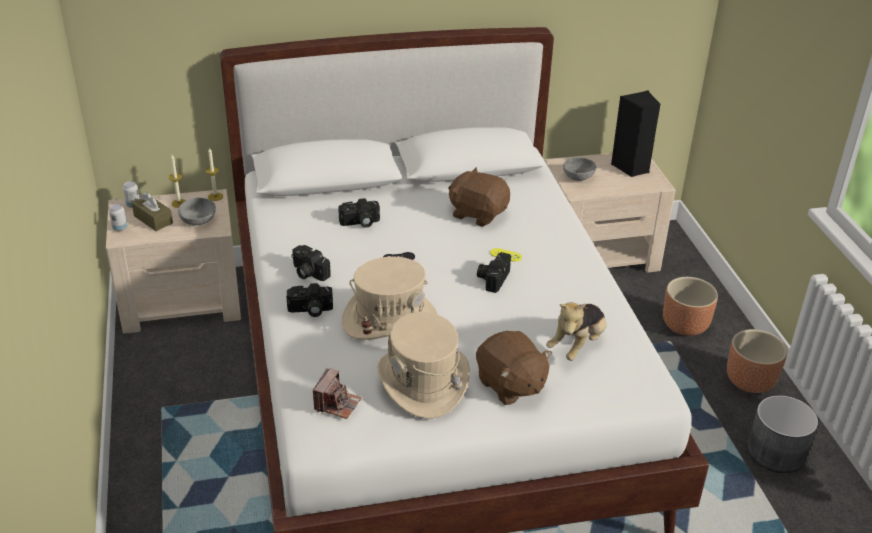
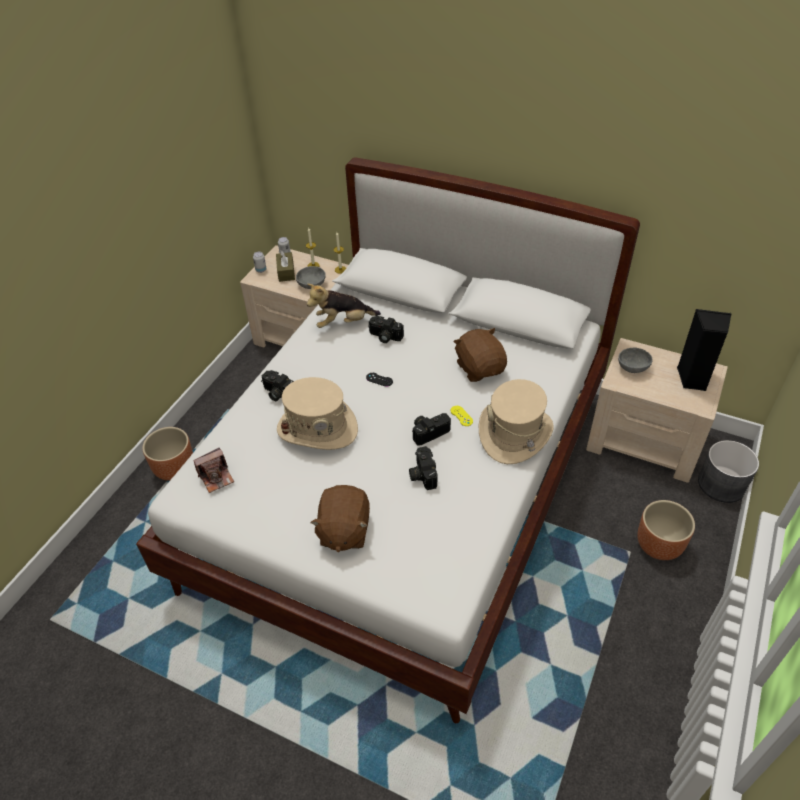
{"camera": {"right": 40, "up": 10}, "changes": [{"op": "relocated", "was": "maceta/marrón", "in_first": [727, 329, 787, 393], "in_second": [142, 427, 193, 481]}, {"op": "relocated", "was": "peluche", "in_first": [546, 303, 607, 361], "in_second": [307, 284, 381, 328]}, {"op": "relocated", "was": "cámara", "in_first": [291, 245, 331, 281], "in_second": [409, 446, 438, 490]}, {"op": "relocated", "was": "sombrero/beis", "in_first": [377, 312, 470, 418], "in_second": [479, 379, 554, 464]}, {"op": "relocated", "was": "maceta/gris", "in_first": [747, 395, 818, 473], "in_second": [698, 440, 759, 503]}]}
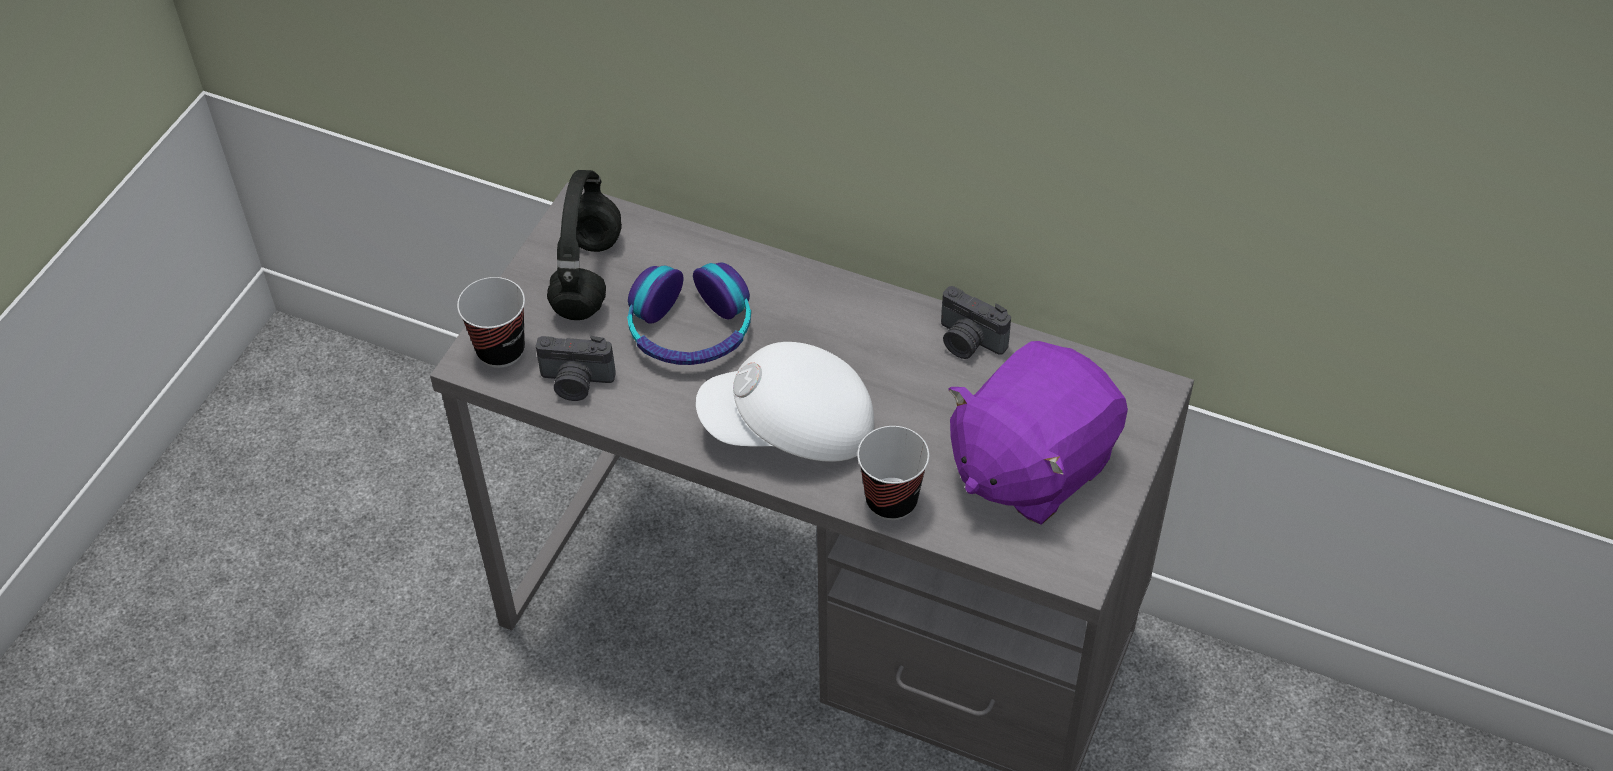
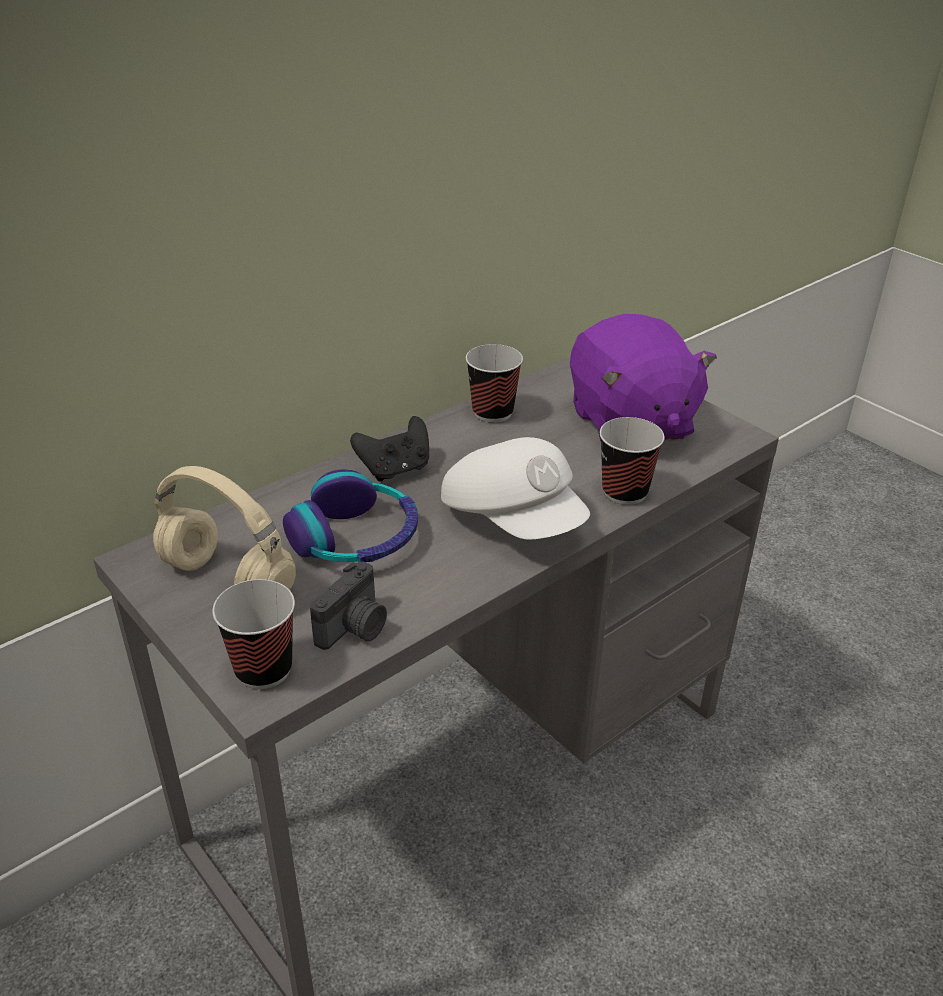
{"camera": {"right": -65, "up": -15}, "changes": [{"op": "colour", "was": "auriculares/negro", "now": "auriculares/beis", "in_first": [547, 170, 622, 320], "in_second": [153, 466, 296, 590]}, {"op": "appeared", "now": "mando de consola/negro", "in_second": [350, 416, 429, 482]}, {"op": "spun", "was": "gorra/blanco", "in_first": [696, 342, 874, 462], "in_second": [441, 437, 590, 540], "clockwise": -60}, {"op": "exchanged", "was": "cámara", "now": "taza", "in_first": [941, 286, 1011, 359], "in_second": [466, 344, 523, 423]}]}
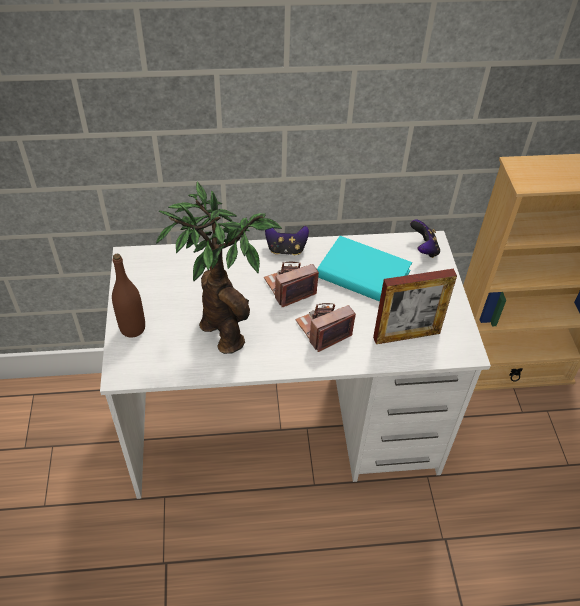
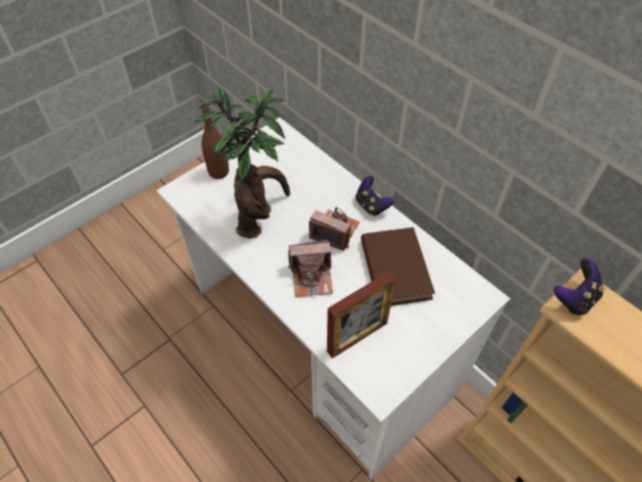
{"camera": {"right": 55, "up": 5}, "changes": [{"op": "spun", "was": "cámara", "in_first": [295, 303, 356, 352], "in_second": [288, 240, 333, 297], "clockwise": 150}, {"op": "spun", "was": "portarretratos", "in_first": [373, 269, 457, 344], "in_second": [327, 271, 396, 359], "clockwise": -75}, {"op": "colour", "was": "libro/turquesa", "now": "libro/marrón", "in_first": [317, 236, 412, 302], "in_second": [361, 227, 435, 306]}, {"op": "relocated", "was": "mando de consola", "in_first": [410, 220, 440, 258], "in_second": [554, 258, 605, 316]}]}
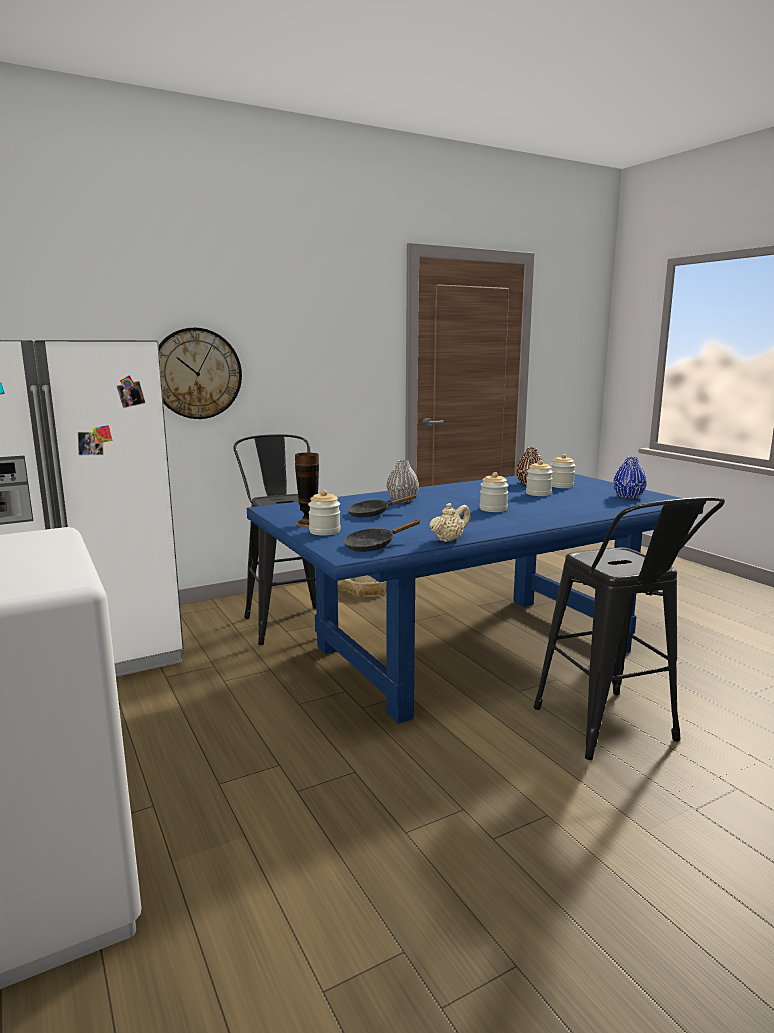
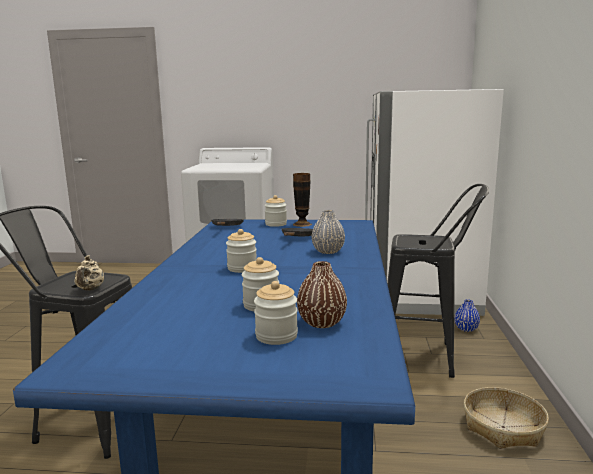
{"camera": {"right": 125, "up": 0}, "changes": [{"op": "relocated", "was": "tetera/beis", "in_first": [429, 503, 471, 542], "in_second": [74, 255, 104, 291]}, {"op": "relocated", "was": "florero/azul", "in_first": [613, 457, 647, 498], "in_second": [455, 299, 480, 332]}, {"op": "missing", "was": "reloj de pared", "in_first": [159, 328, 242, 419]}]}
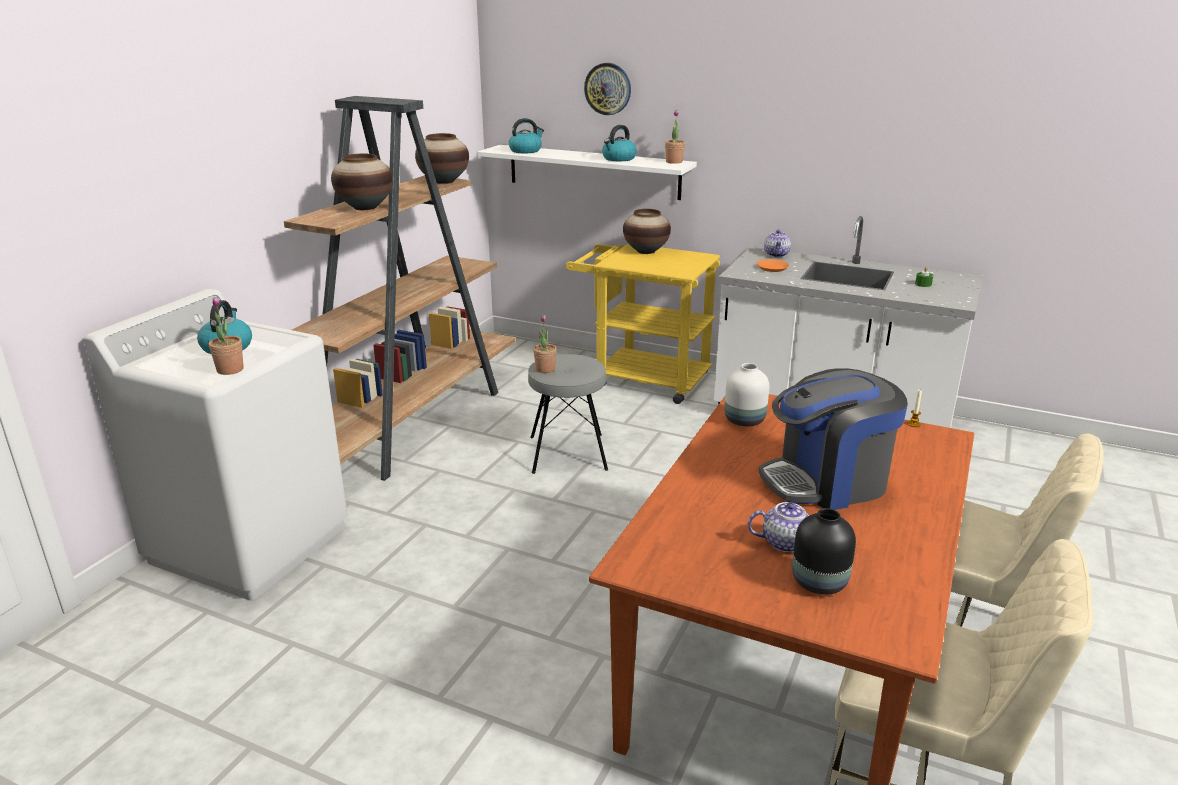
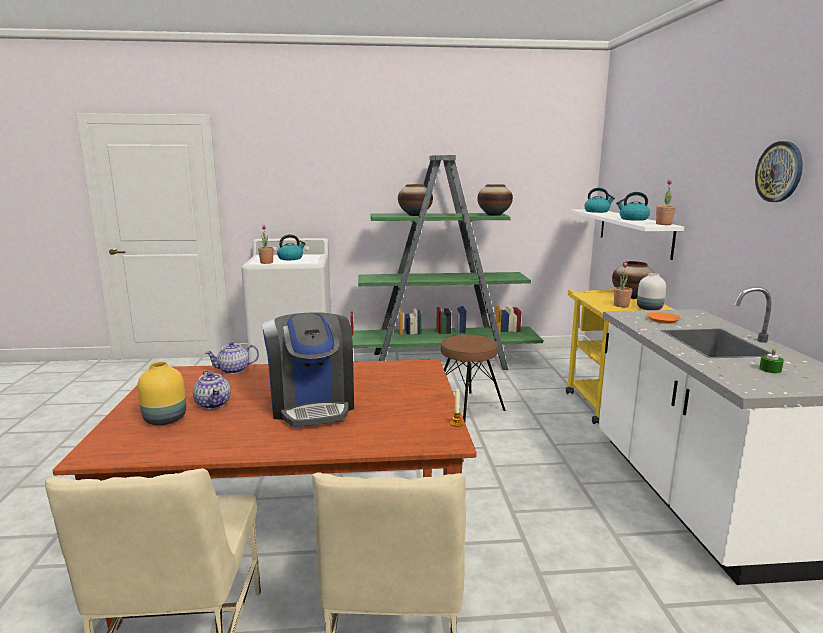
{"camera": {"right": 60, "up": -10}, "changes": [{"op": "colour", "was": "florero/negro", "now": "florero/amarillo", "in_first": [792, 508, 856, 595], "in_second": [137, 361, 186, 425]}, {"op": "relocated", "was": "tetera", "in_first": [764, 230, 791, 257], "in_second": [205, 342, 259, 374]}, {"op": "spun", "was": "cafetera", "in_first": [759, 368, 908, 510], "in_second": [262, 312, 354, 427], "clockwise": -150}, {"op": "colour", "was": "estantería/marrón", "now": "estantería/verde", "in_first": [284, 96, 516, 481], "in_second": [350, 155, 543, 370]}, {"op": "colour", "was": "taburete/gris", "now": "taburete/marrón", "in_first": [528, 354, 608, 474], "in_second": [441, 334, 506, 422]}, {"op": "relocated", "was": "planta en maceta", "in_first": [533, 315, 557, 373], "in_second": [614, 262, 632, 307]}, {"op": "relocated", "was": "florero/blanco", "in_first": [724, 363, 769, 427], "in_second": [637, 273, 666, 310]}, {"op": "relocated", "was": "reloj de pared", "in_first": [584, 63, 631, 115], "in_second": [755, 141, 803, 202]}]}
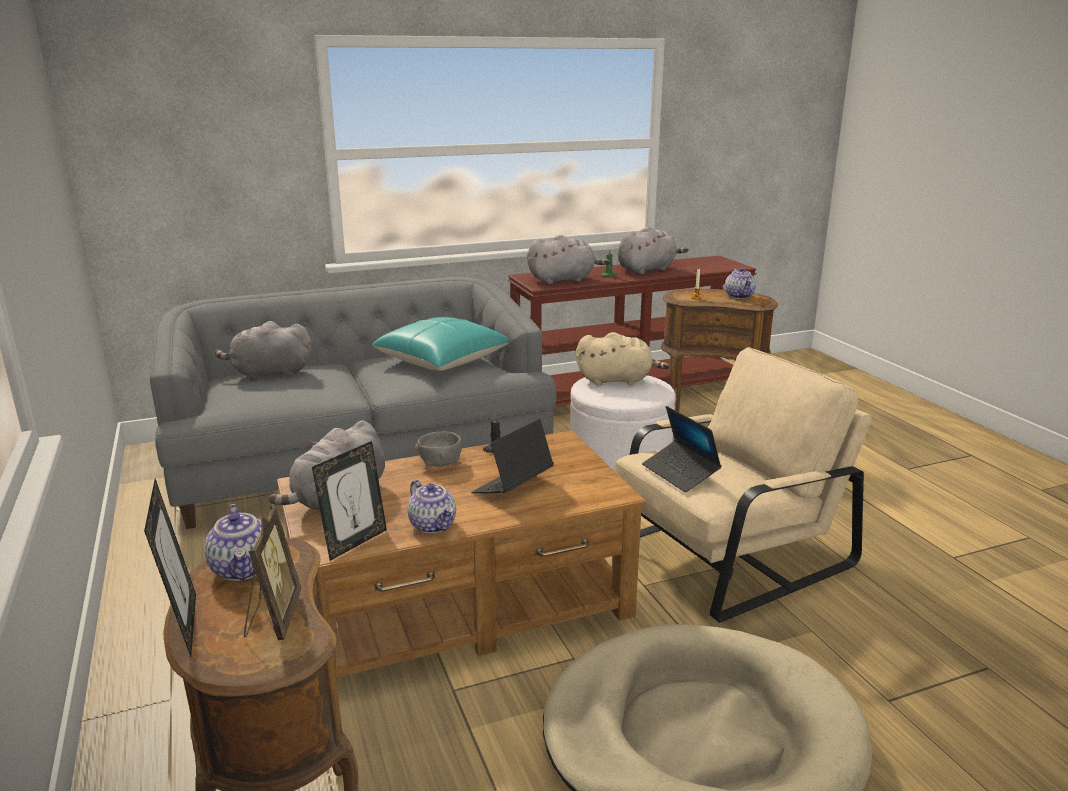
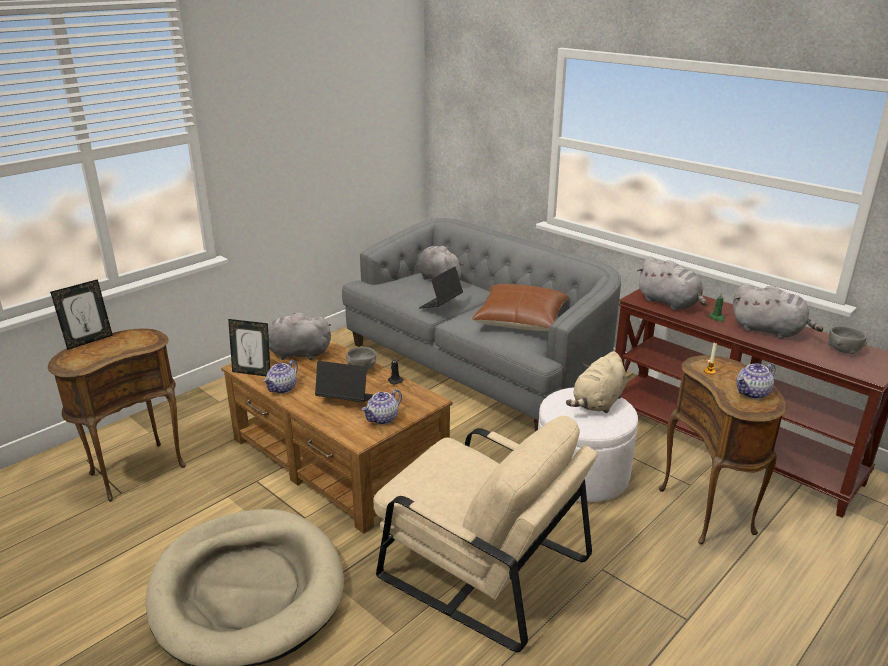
{"camera": {"right": 65, "up": 5}, "changes": [{"op": "relocated", "was": "tetera", "in_first": [204, 504, 262, 581], "in_second": [361, 389, 402, 425]}, {"op": "relocated", "was": "portátil", "in_first": [642, 406, 722, 492], "in_second": [419, 266, 463, 308]}, {"op": "colour", "was": "cojín/turquesa", "now": "cojín/marrón", "in_first": [372, 317, 509, 371], "in_second": [472, 284, 569, 331]}, {"op": "spun", "was": "peluche/beis", "in_first": [576, 332, 670, 385], "in_second": [566, 351, 627, 413], "clockwise": 60}, {"op": "appeared", "now": "cuenco/gris", "in_second": [828, 326, 867, 354]}, {"op": "missing", "was": "portarretratos", "in_first": [244, 506, 301, 640]}]}
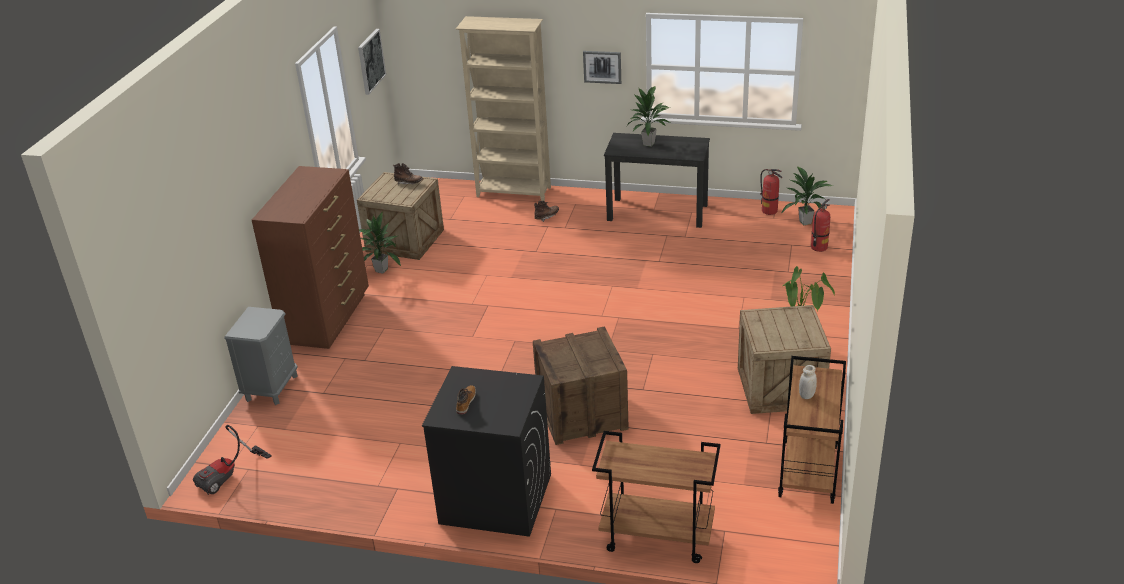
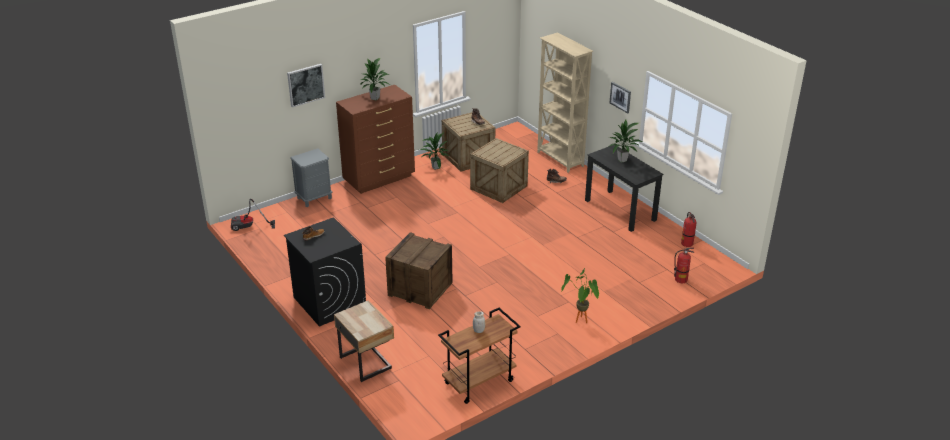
{"camera": {"right": 40, "up": 0}, "changes": [{"op": "relocated", "was": "cuadro", "in_first": [358, 29, 386, 95], "in_second": [287, 64, 325, 107]}, {"op": "exchanged", "was": "carrito/marrón", "now": "mesita de noche/beis", "in_first": [592, 431, 721, 563], "in_second": [334, 300, 394, 382]}, {"op": "relocated", "was": "planta en maceta", "in_first": [781, 166, 833, 225], "in_second": [360, 58, 389, 100]}, {"op": "relocated", "was": "caja de embalaje", "in_first": [738, 305, 831, 414], "in_second": [470, 138, 529, 203]}]}
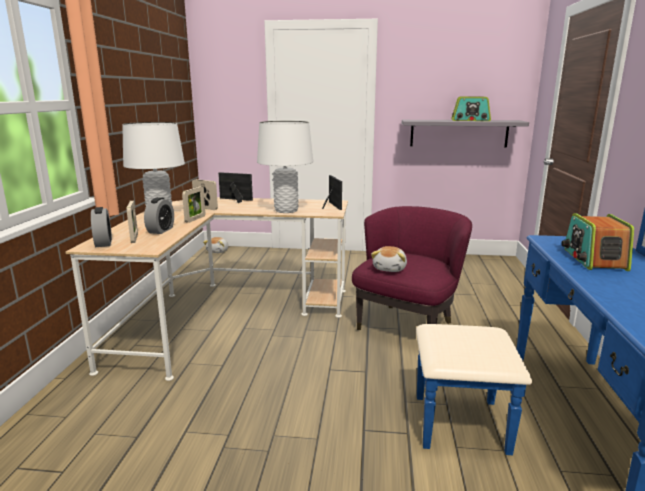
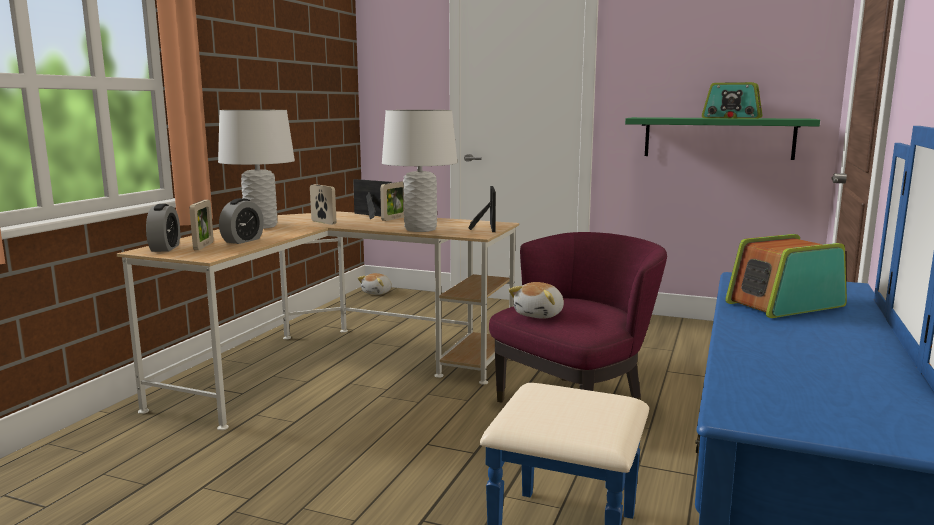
{"camera": {"right": 15, "up": -5}, "changes": [{"op": "relocated", "was": "portarretratos", "in_first": [182, 186, 205, 223], "in_second": [380, 182, 404, 221]}, {"op": "colour", "was": "estante/gris", "now": "estante/verde", "in_first": [402, 120, 529, 148], "in_second": [625, 117, 820, 160]}, {"op": "spun", "was": "radio", "in_first": [561, 213, 634, 271], "in_second": [725, 234, 847, 318], "clockwise": 45}]}
